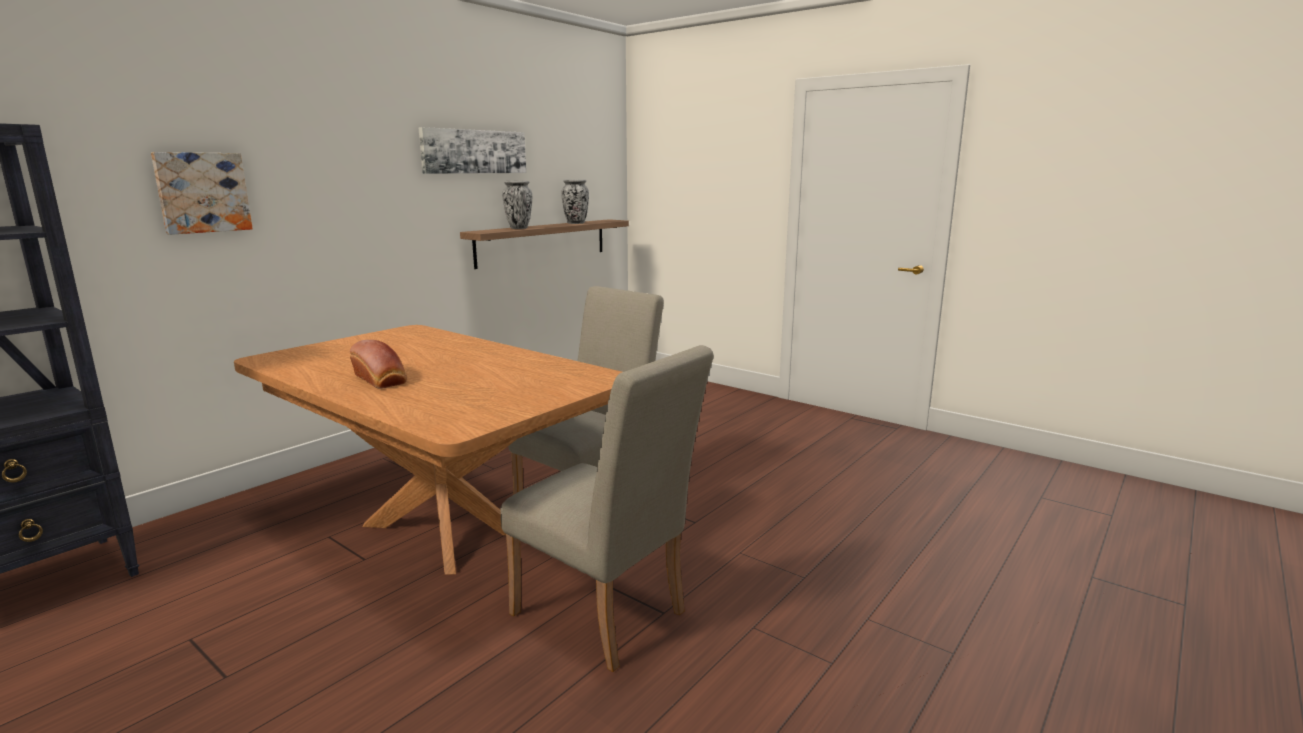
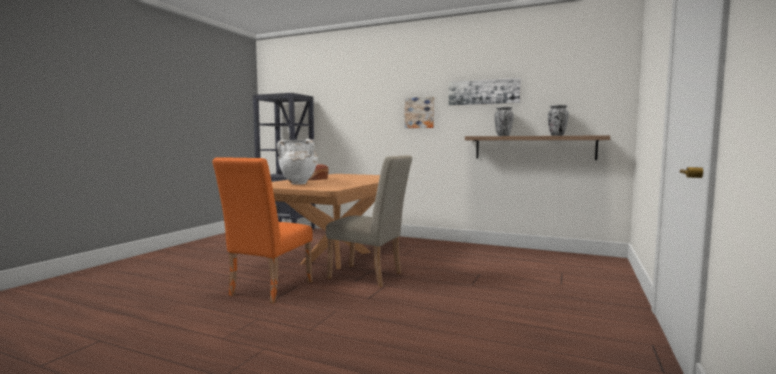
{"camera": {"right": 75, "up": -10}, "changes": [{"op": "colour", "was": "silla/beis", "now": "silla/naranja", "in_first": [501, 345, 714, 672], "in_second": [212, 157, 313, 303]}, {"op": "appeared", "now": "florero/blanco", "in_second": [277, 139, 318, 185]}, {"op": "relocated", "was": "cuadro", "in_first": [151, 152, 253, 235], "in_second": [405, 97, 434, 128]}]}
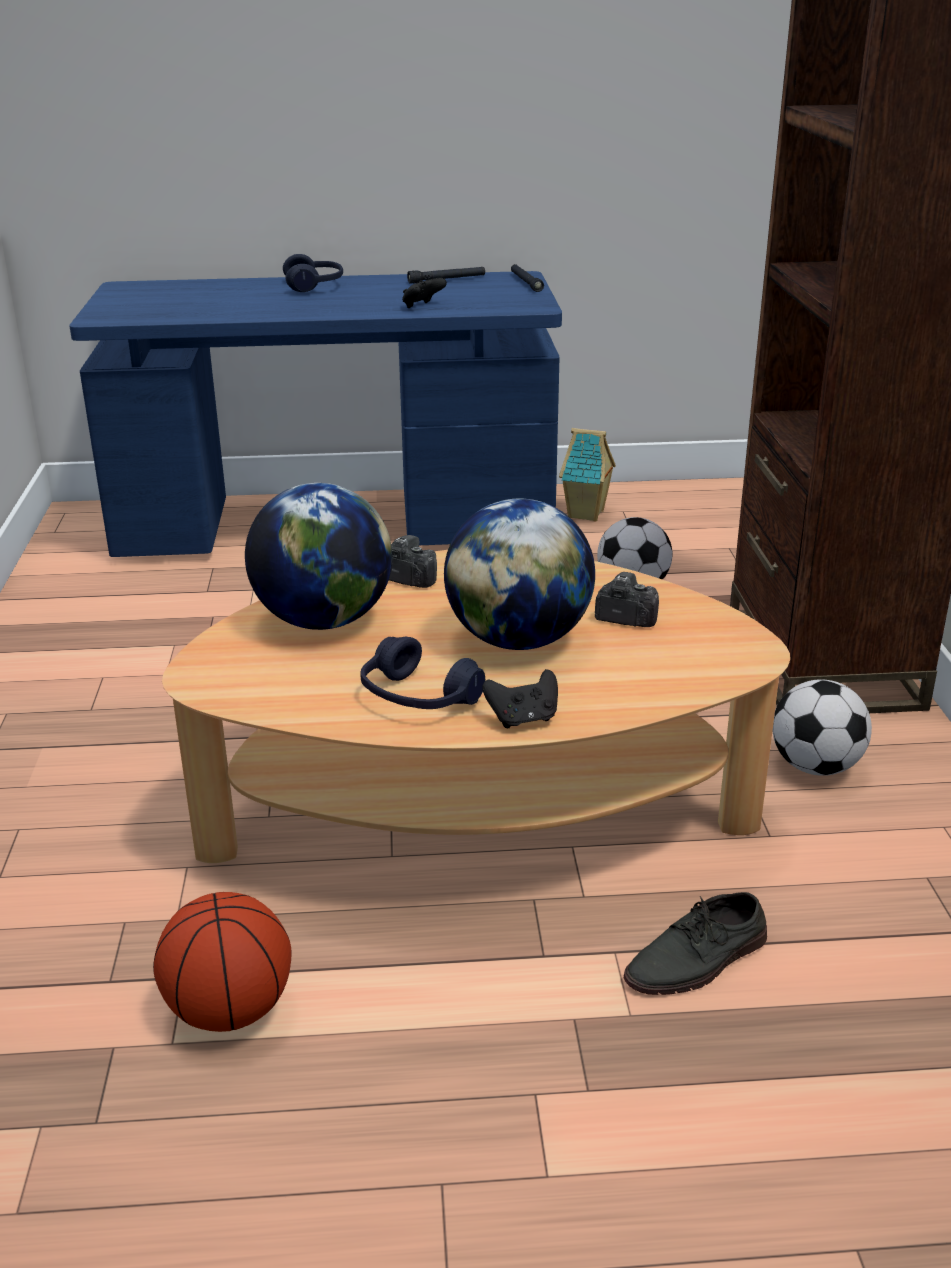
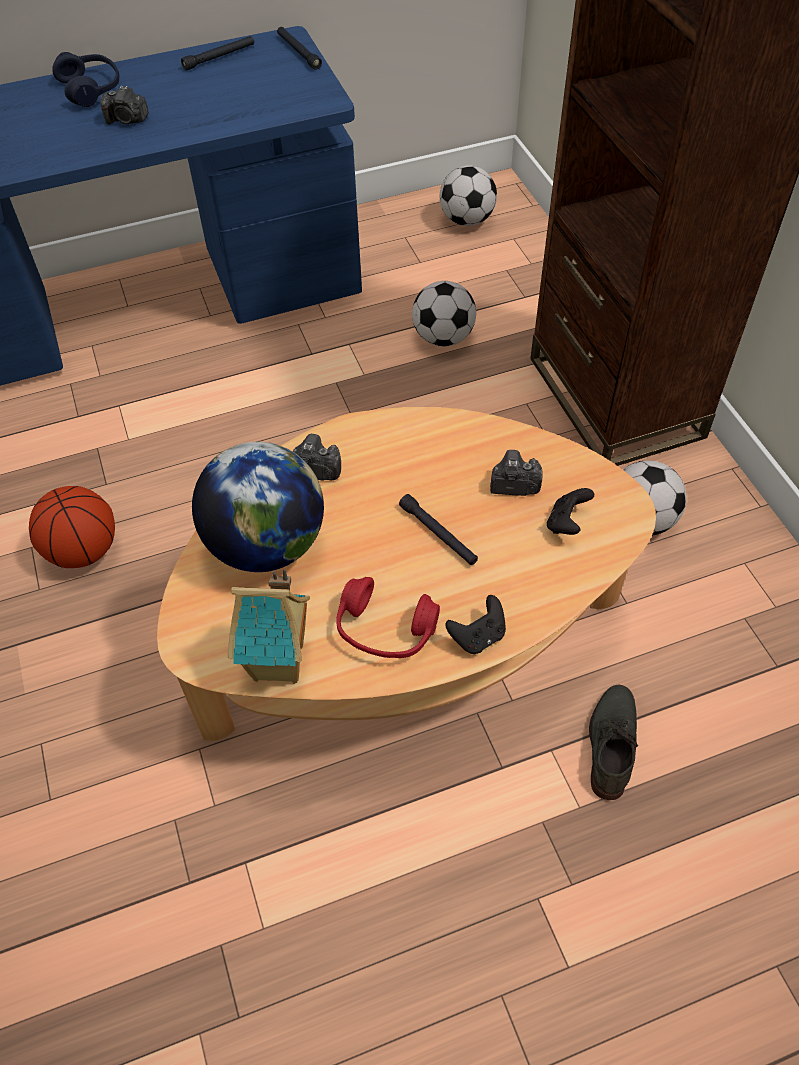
{"camera": {"right": -15, "up": 25}, "changes": [{"op": "relocated", "was": "balón de baloncesto", "in_first": [153, 892, 292, 1032], "in_second": [29, 486, 115, 568]}, {"op": "appeared", "now": "cámara", "in_second": [100, 86, 149, 124]}, {"op": "relocated", "was": "casita", "in_first": [559, 428, 616, 522], "in_second": [228, 569, 310, 684]}, {"op": "colour", "was": "auriculares/azul", "now": "auriculares/rojo", "in_first": [361, 637, 485, 709], "in_second": [336, 577, 440, 658]}, {"op": "exchanged", "was": "globo terráqueo", "now": "linterna/negro", "in_first": [444, 498, 595, 650], "in_second": [399, 494, 478, 565]}, {"op": "appeared", "now": "balón de fútbol", "in_second": [440, 165, 497, 226]}, {"op": "relocated", "was": "mando de consola/negro", "in_first": [402, 278, 447, 308], "in_second": [547, 488, 594, 535]}, {"op": "spun", "was": "zapato/gris", "in_first": [624, 892, 767, 995], "in_second": [589, 685, 638, 800], "clockwise": 150}]}
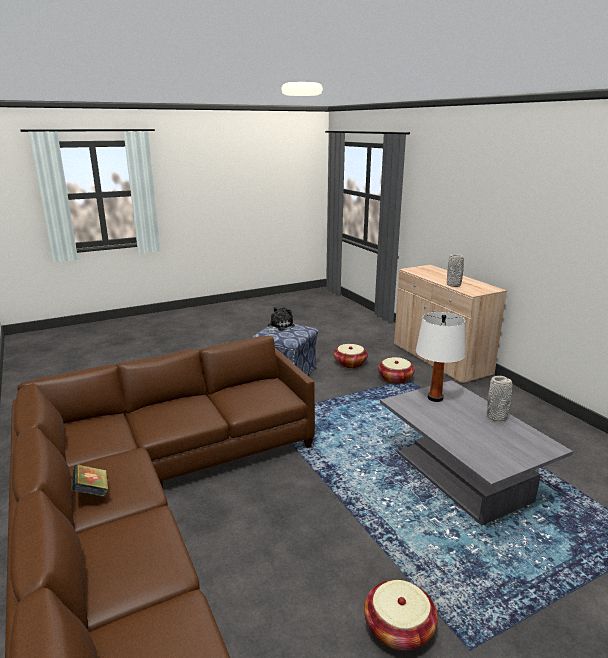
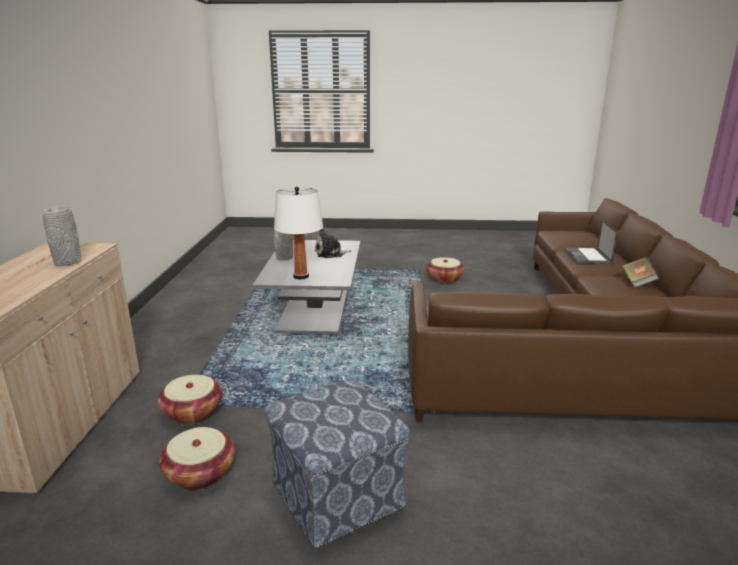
{"camera": {"right": -150, "up": 0}, "changes": [{"op": "relocated", "was": "peluche", "in_first": [267, 307, 295, 332], "in_second": [315, 228, 351, 258]}, {"op": "appeared", "now": "portátil", "in_second": [565, 220, 618, 264]}]}
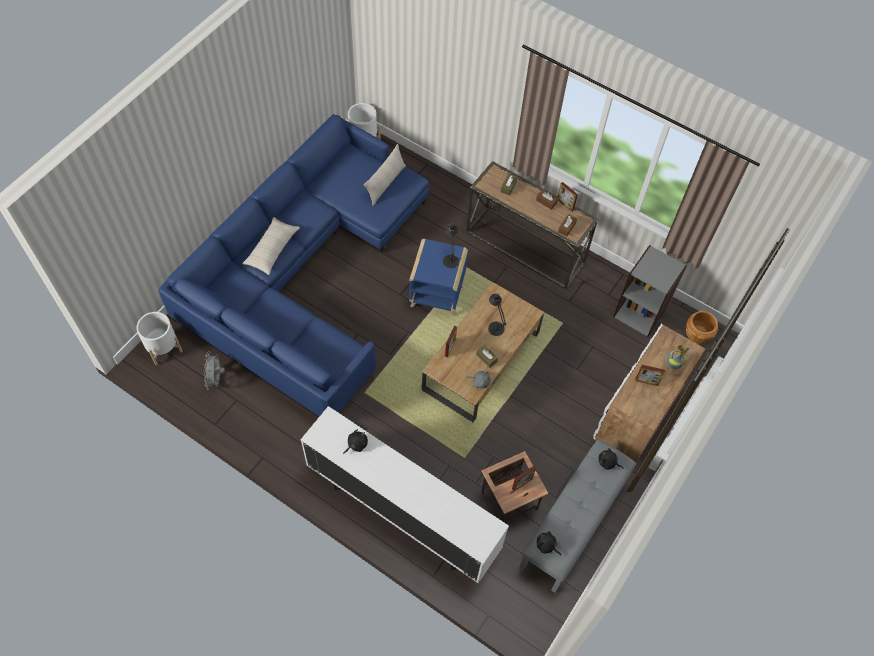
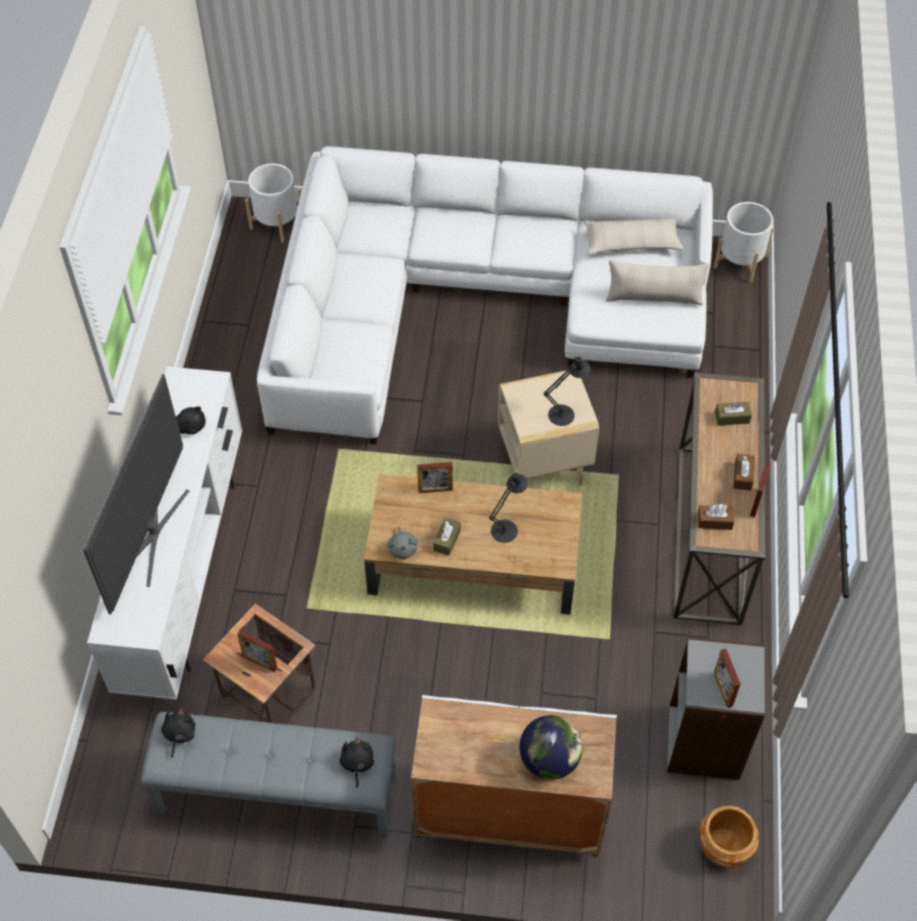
{"camera": {"right": 65, "up": -5}, "changes": [{"op": "appeared", "now": "televisor", "in_second": [83, 374, 190, 614]}, {"op": "colour", "was": "sofá/azul", "now": "sofá/blanco", "in_first": [158, 114, 429, 417], "in_second": [257, 146, 713, 444]}, {"op": "colour", "was": "mesa auxiliar/azul", "now": "mesa auxiliar/beis", "in_first": [409, 239, 468, 316], "in_second": [498, 370, 599, 488]}, {"op": "exchanged", "was": "florero", "now": "globo terráqueo", "in_first": [666, 345, 689, 369], "in_second": [519, 715, 583, 780]}, {"op": "relocated", "was": "cojín/beis", "in_first": [242, 217, 300, 275], "in_second": [584, 218, 684, 254]}, {"op": "relocated", "was": "portarretratos", "in_first": [635, 365, 665, 386], "in_second": [714, 649, 741, 708]}, {"op": "missing", "was": "ventilador/gris", "in_first": [203, 352, 225, 390]}]}
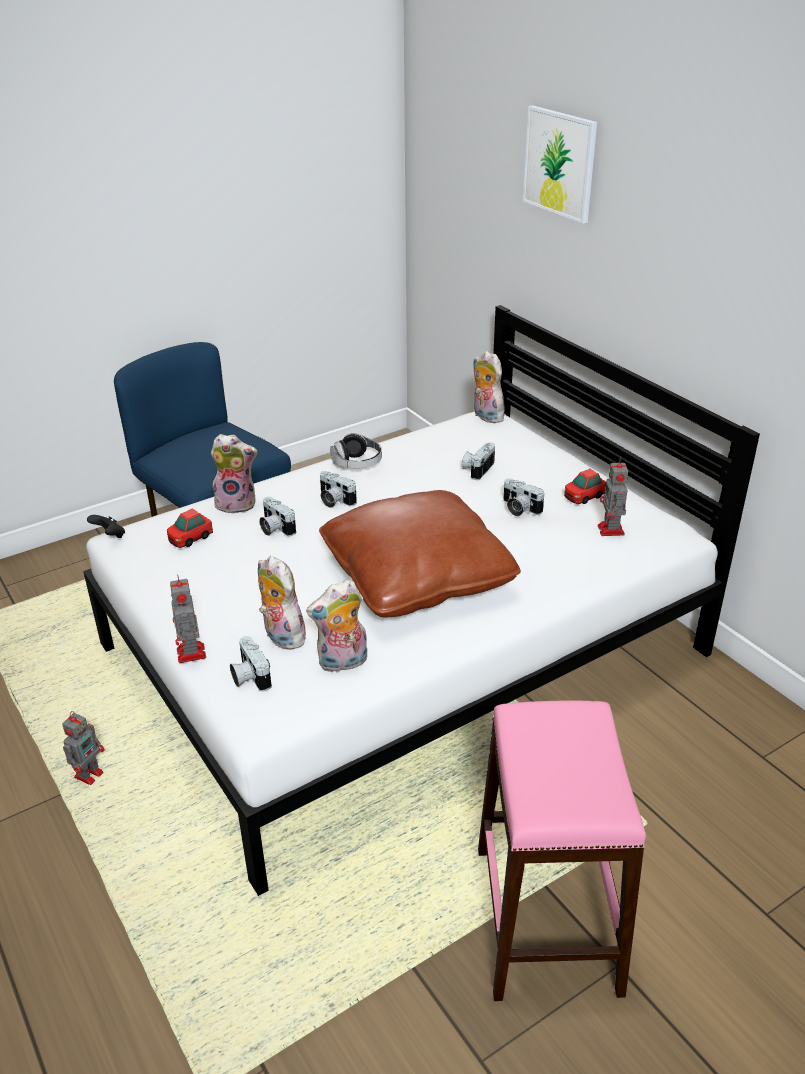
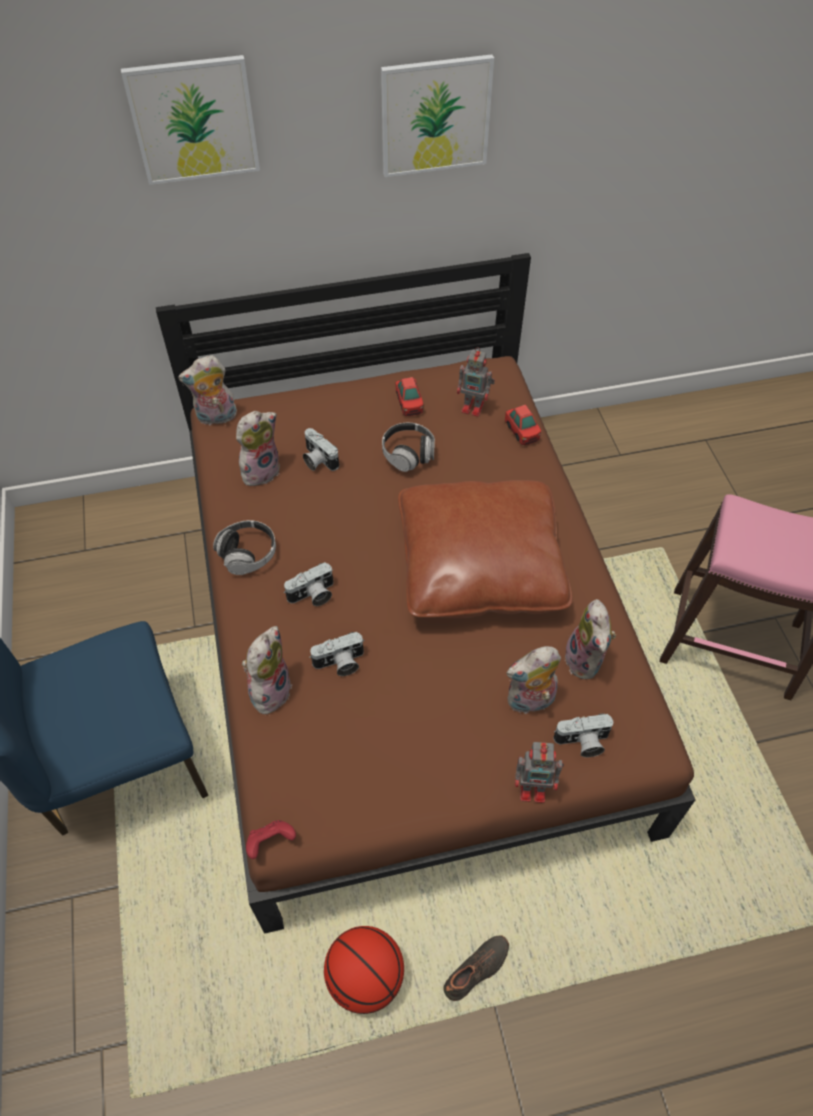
{"camera": {"right": -70, "up": 20}, "changes": [{"op": "colour", "was": "cama/blanco", "now": "cama/marrón", "in_first": [83, 305, 760, 896], "in_second": [156, 253, 695, 934]}, {"op": "appeared", "now": "peluche", "in_second": [236, 411, 280, 486]}, {"op": "colour", "was": "mando de consola/negro", "now": "mando de consola/rojo", "in_first": [87, 515, 125, 538], "in_second": [246, 820, 296, 859]}, {"op": "appeared", "now": "balón de baloncesto", "in_second": [324, 926, 404, 1014]}, {"op": "appeared", "now": "cuadro", "in_second": [381, 54, 494, 177]}, {"op": "exchanged", "was": "cámara", "now": "auriculares", "in_first": [504, 479, 544, 516], "in_second": [382, 423, 435, 472]}, {"op": "exchanged", "was": "robot de juguete", "now": "zapato/negro", "in_first": [62, 711, 105, 785], "in_second": [444, 935, 509, 1001]}, {"op": "relocated", "was": "coche de juguete", "in_first": [167, 509, 213, 548], "in_second": [505, 405, 541, 445]}]}
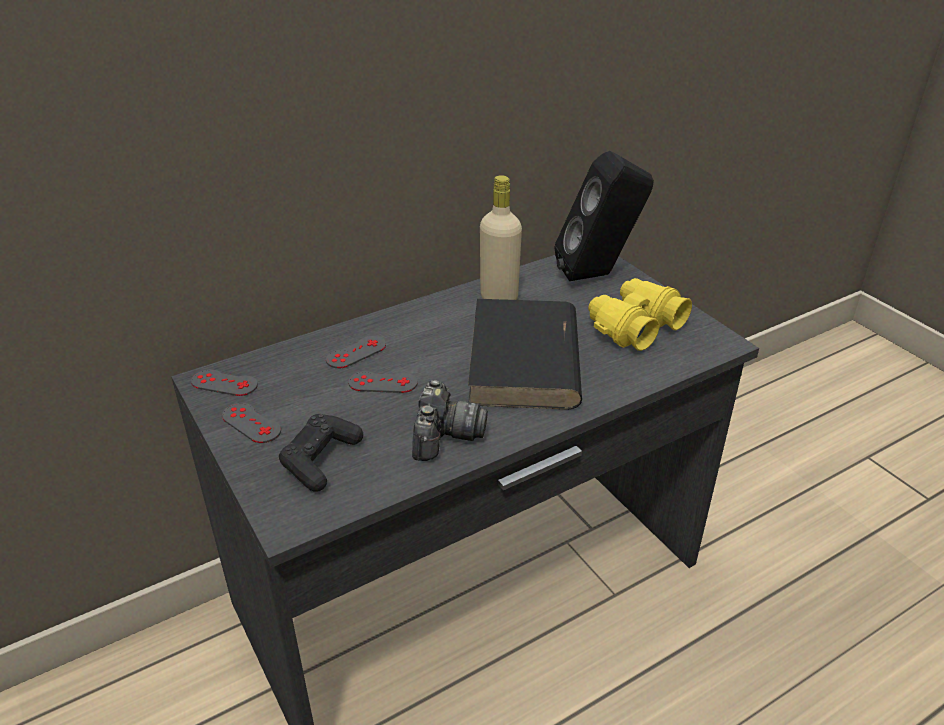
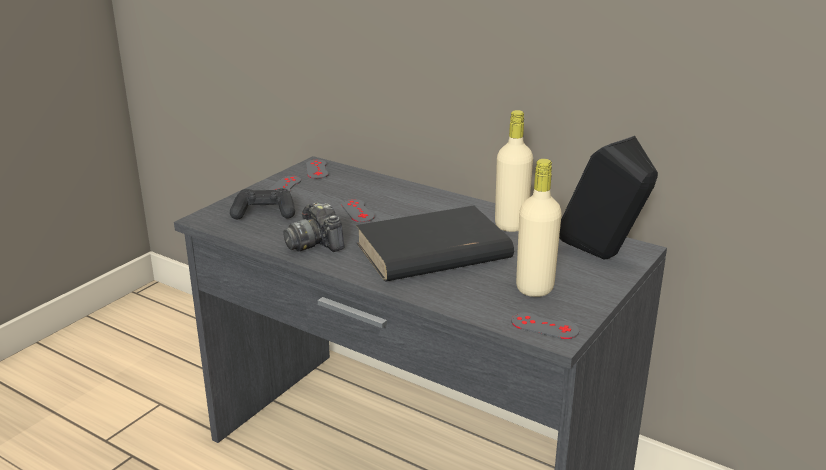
{"camera": {"right": 65, "up": -10}, "changes": [{"op": "spun", "was": "cámara", "in_first": [412, 379, 488, 461], "in_second": [283, 202, 345, 252], "clockwise": 75}, {"op": "relocated", "was": "mando de consola/gris", "in_first": [326, 336, 386, 368], "in_second": [511, 312, 579, 339]}, {"op": "exchanged", "was": "prismáticos/amarillo", "now": "botella/beis", "in_first": [588, 278, 692, 351], "in_second": [516, 159, 562, 297]}]}
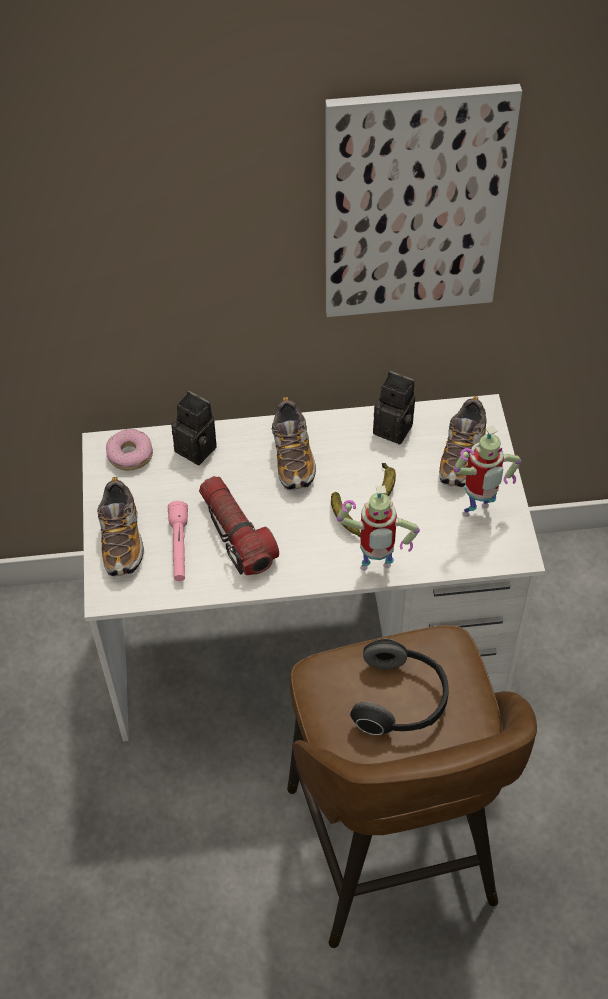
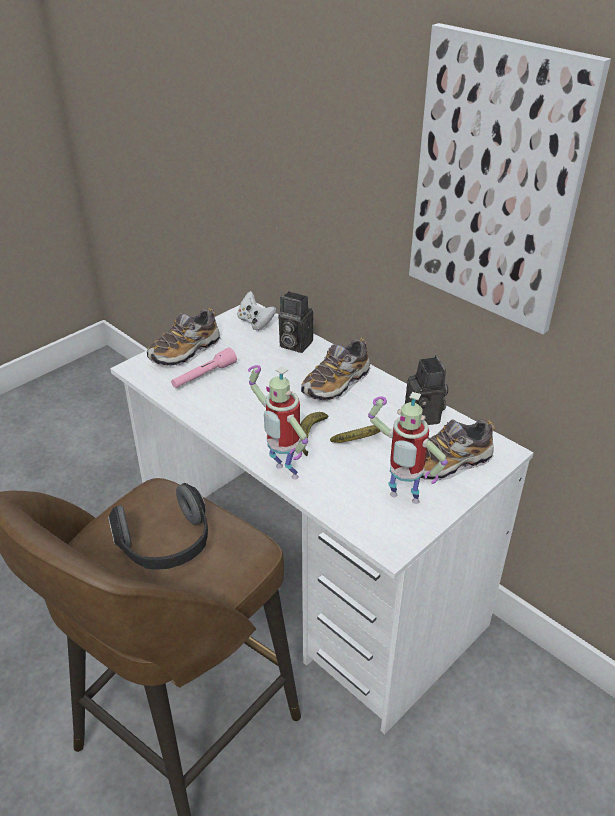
{"camera": {"right": 50, "up": -15}, "changes": [{"op": "exchanged", "was": "rosquilla", "now": "mando de consola/blanco", "in_first": [106, 429, 153, 471], "in_second": [237, 291, 277, 330]}, {"op": "spun", "was": "cámara", "in_first": [171, 391, 217, 465], "in_second": [279, 291, 313, 353], "clockwise": 120}, {"op": "missing", "was": "linterna", "in_first": [199, 476, 279, 575]}]}
